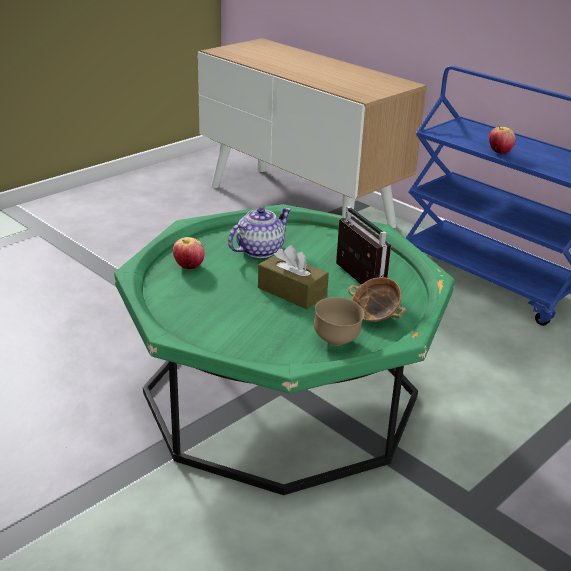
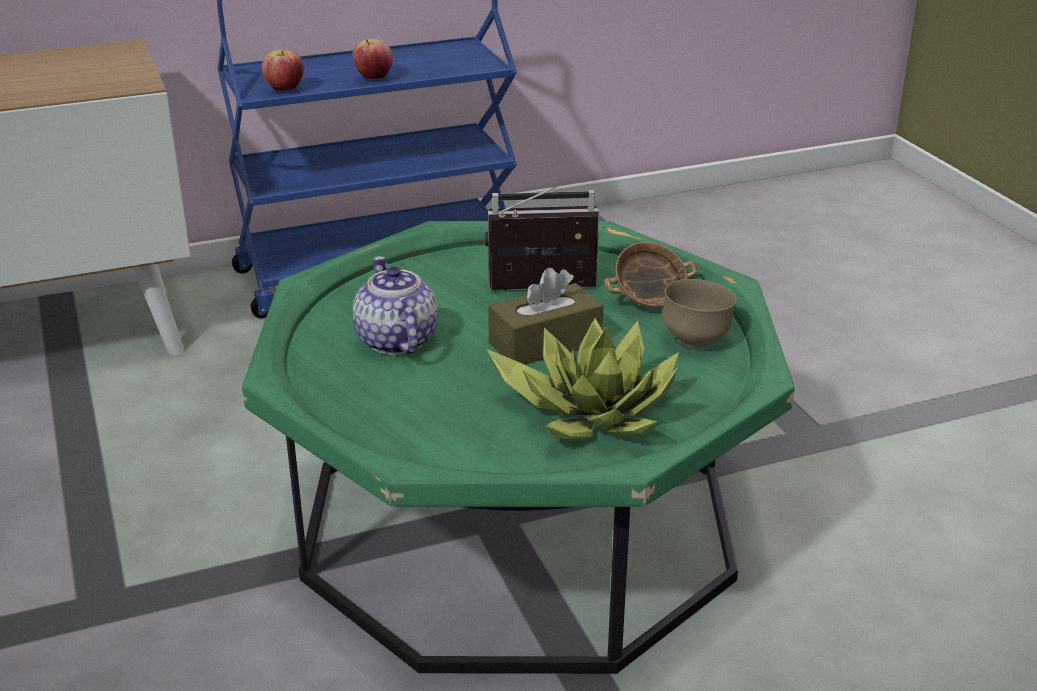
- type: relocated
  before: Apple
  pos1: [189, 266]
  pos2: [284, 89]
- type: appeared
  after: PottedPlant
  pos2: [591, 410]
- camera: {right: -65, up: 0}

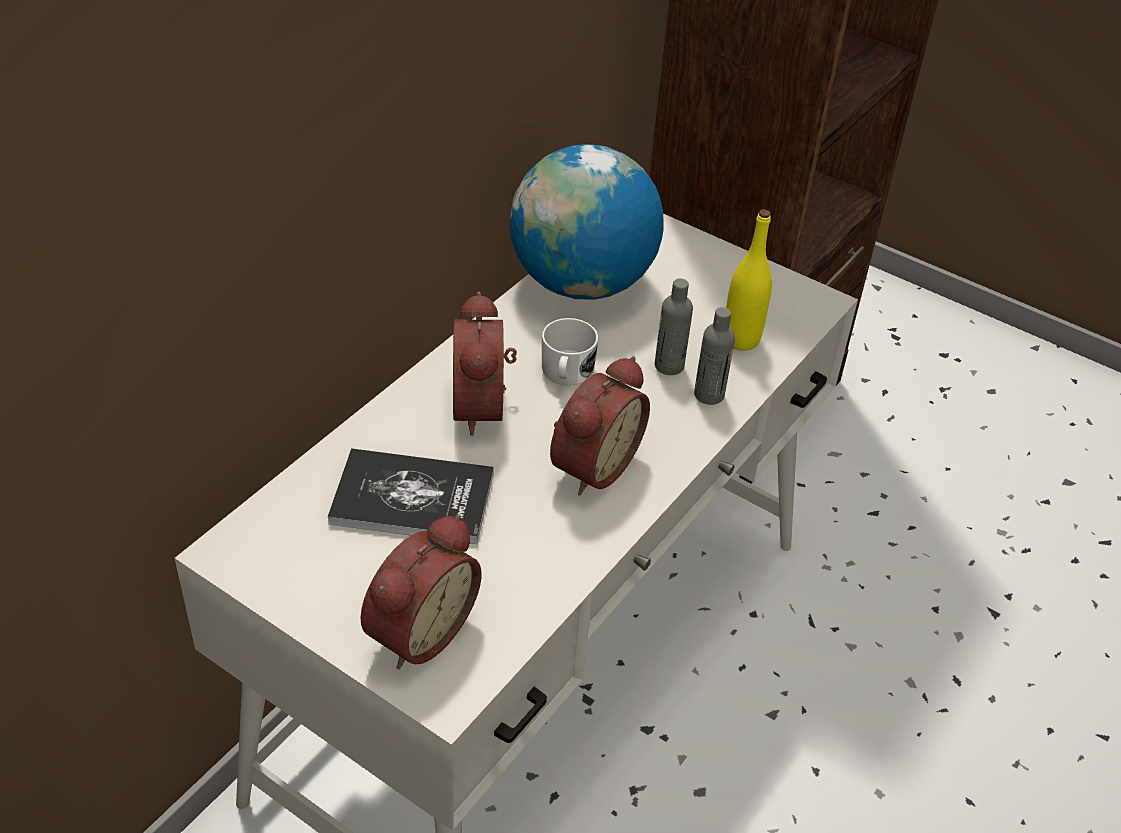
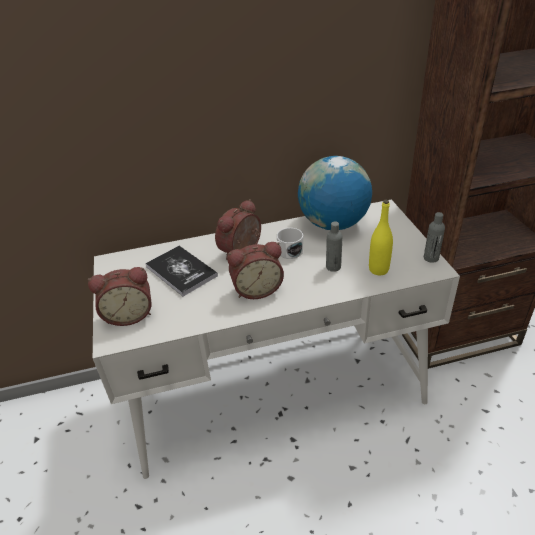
- type: relocated
  before: GreyBottle
  pos1: [709, 395]
  pos2: [431, 258]
- camera: {right: 45, up: -5}

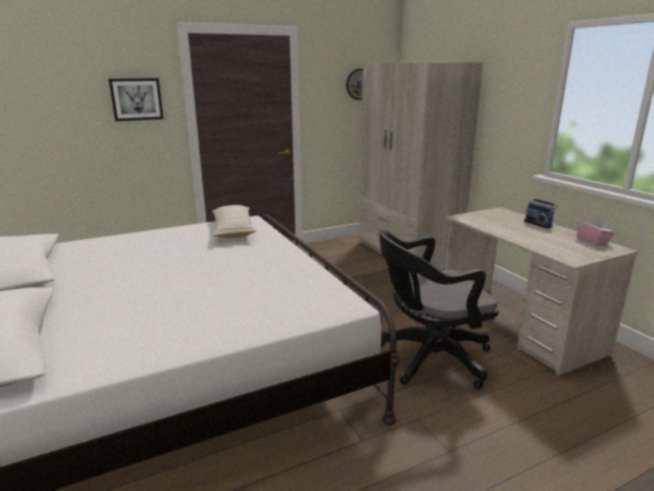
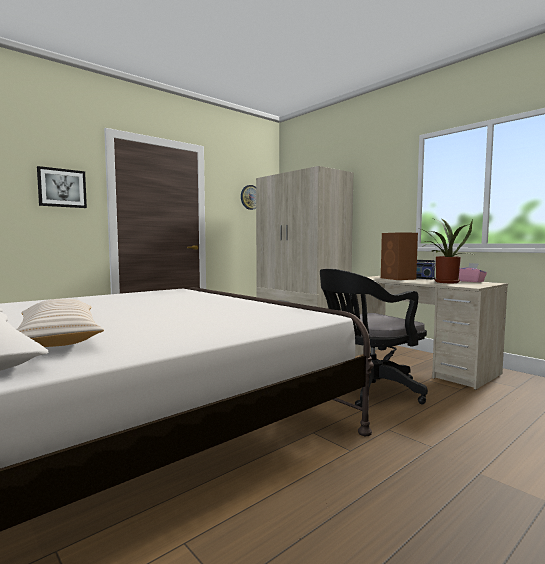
- type: relocated
  before: BeigePillow
  pos1: [233, 229]
  pos2: [58, 338]
- type: appeared
  after: PottedPlant
  pos2: [444, 282]
- type: appeared
  after: BrownSpeaker
  pos2: [398, 278]
- camera: {right: -15, up: -15}

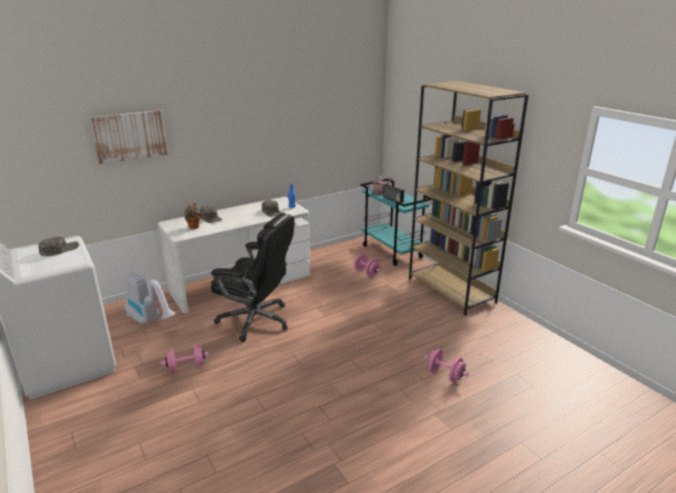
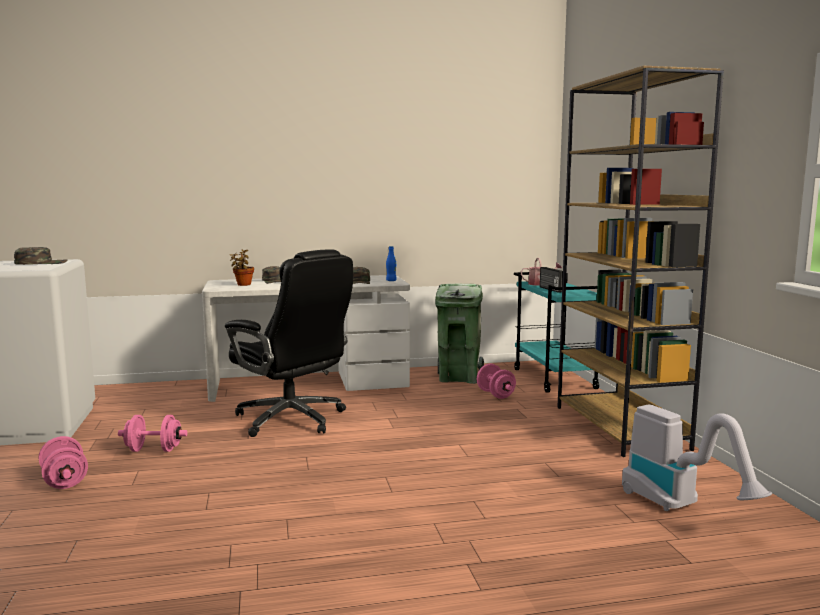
- type: missing
  before: Picture
  pos1: [130, 136]
- type: relocated
  before: VacuumCleaner
  pos1: [151, 320]
  pos2: [680, 507]
- type: relocated
  before: PinkDumbbell
  pos1: [444, 375]
  pos2: [64, 481]
- type: appeared
  after: GreenTrashCan
  pos2: [459, 377]
- camera: {right: 20, up: -15}

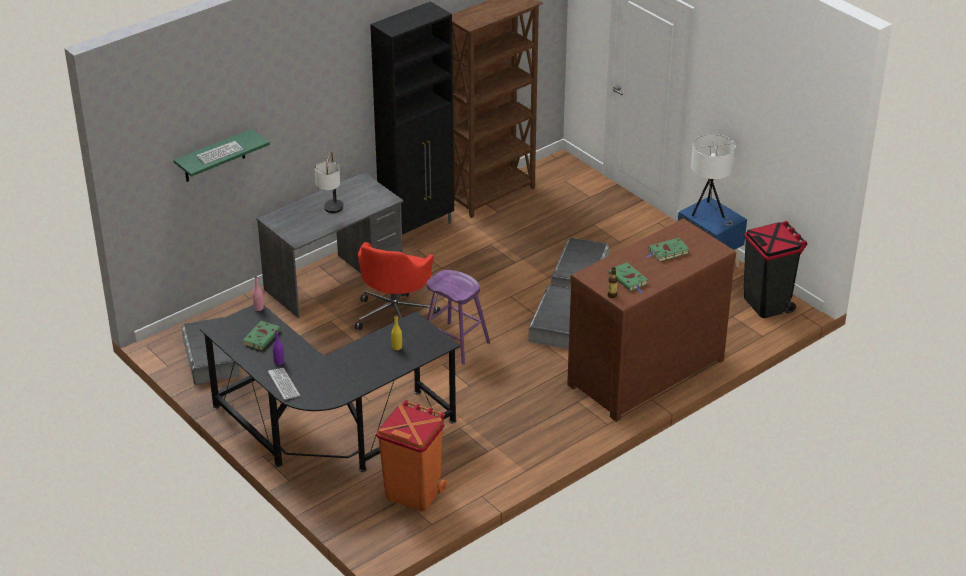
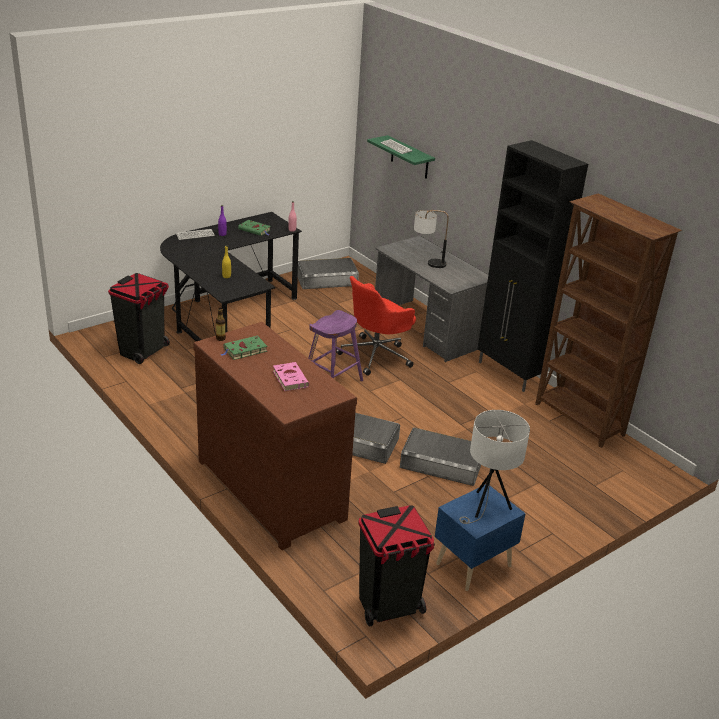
- type: colour
  before: GreenBook
  after: PinkBook
  pos1: [667, 252]
  pos2: [289, 378]
- type: spun
  before: RedOfficeChair
  pos1: [395, 314]
  pos2: [376, 355]
  turn: -60
- type: colour
  before: OrangeTrashCan
  after: BlackTrashCan
  pos1: [413, 493]
  pos2: [143, 351]
- camera: {right: 90, up: -5}

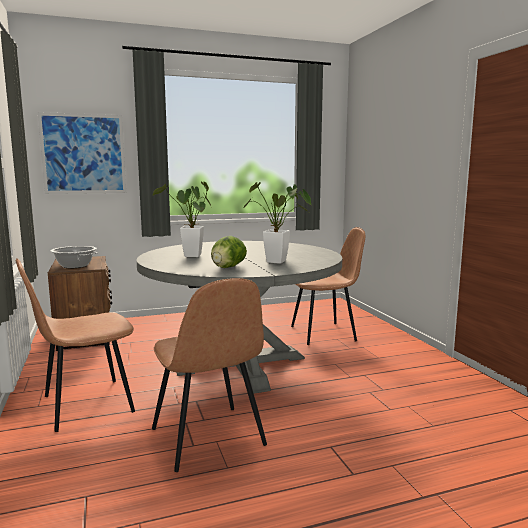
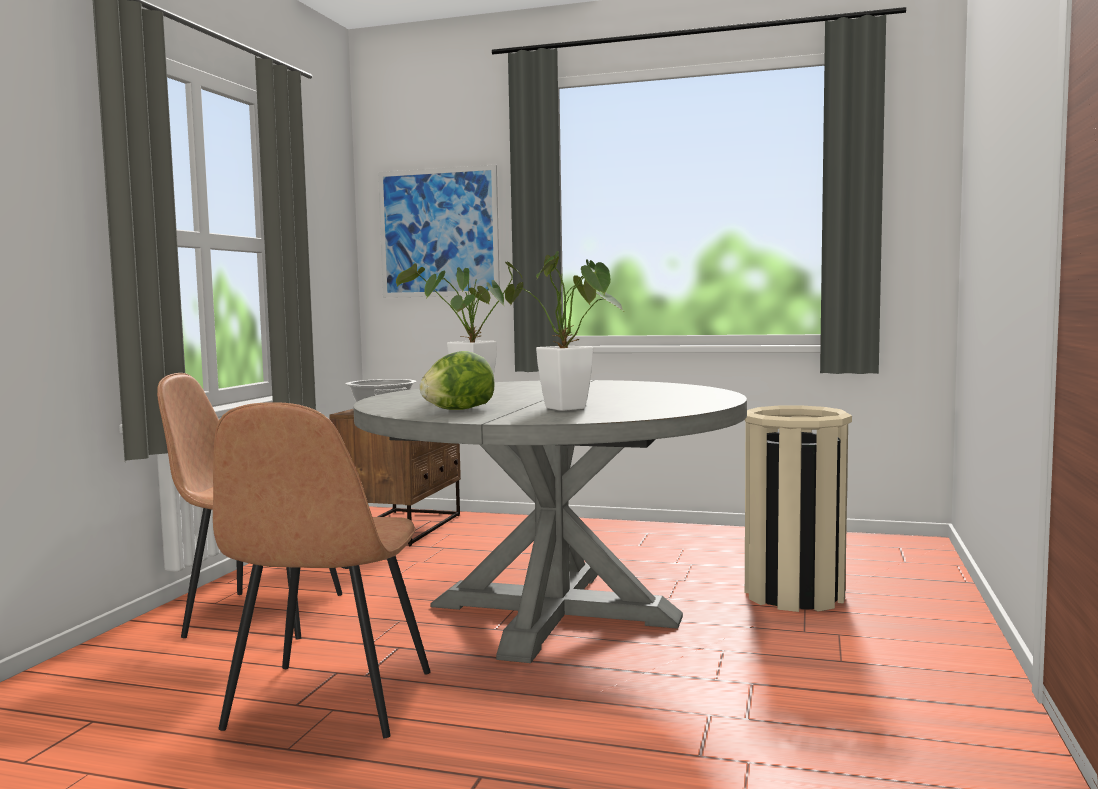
- type: exchanged
  before: BrownChair
  after: BeigeTrashCan
  pos1: [324, 333]
  pos2: [794, 595]
- camera: {right: 35, up: -5}

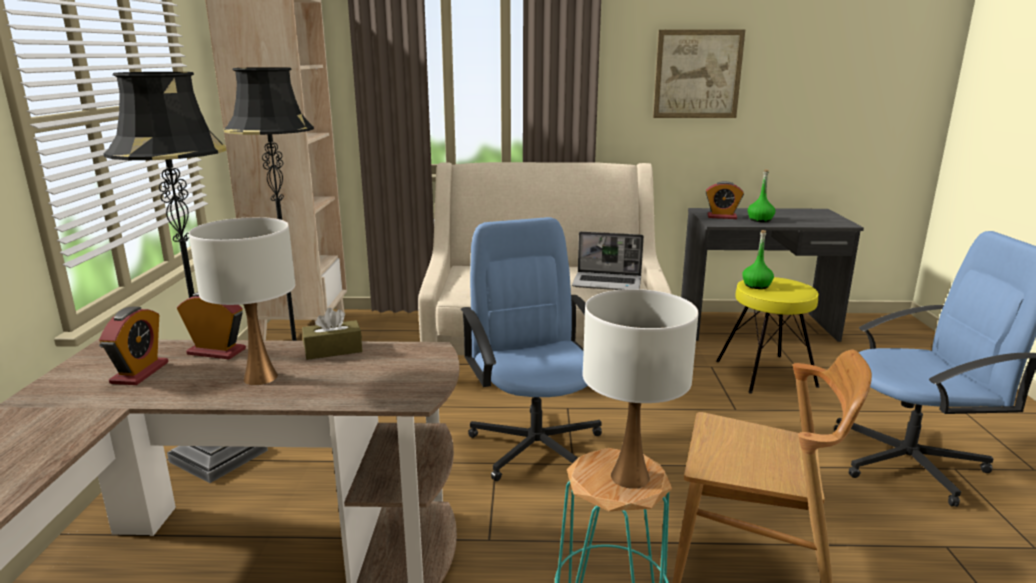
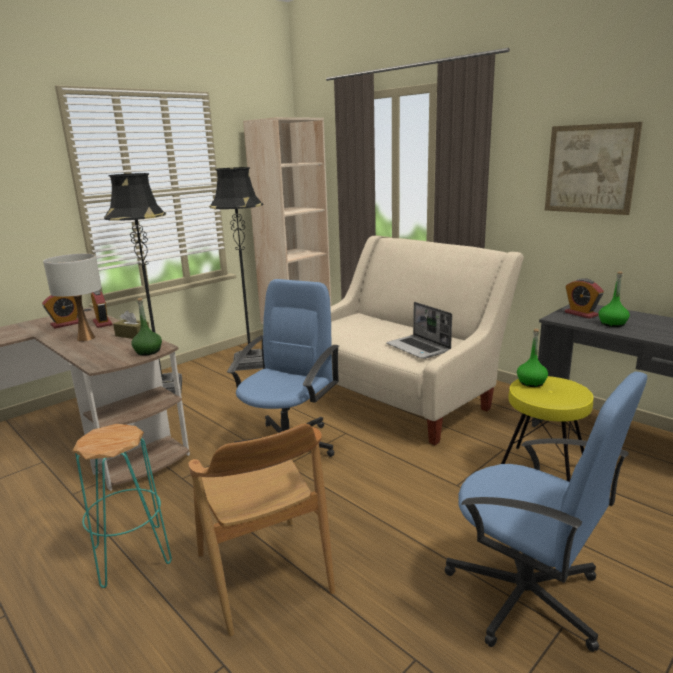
- type: missing
  before: WhiteTableLamp
  pos1: [629, 477]
- type: appeared
  after: GreenBottle
  pos2: [148, 351]
- camera: {right: 45, up: 0}

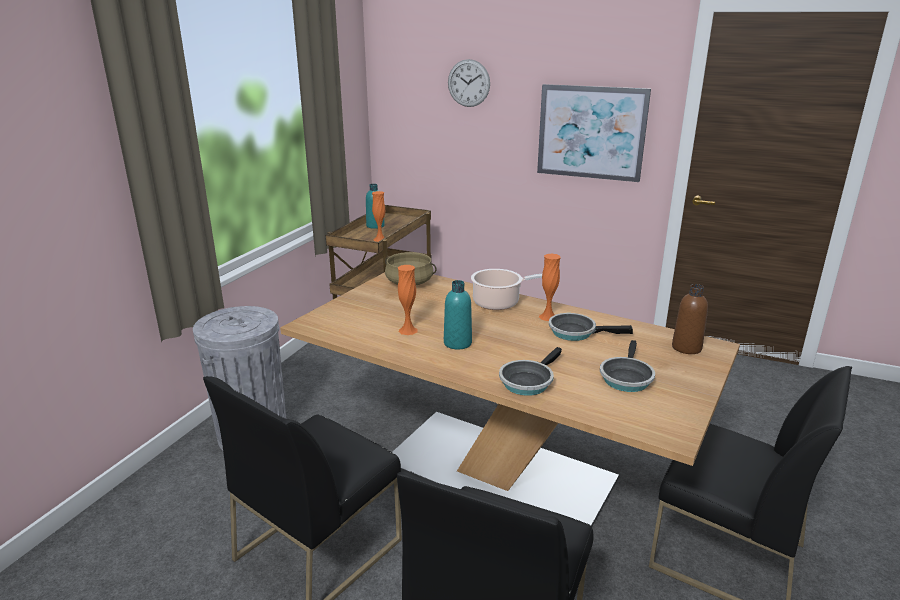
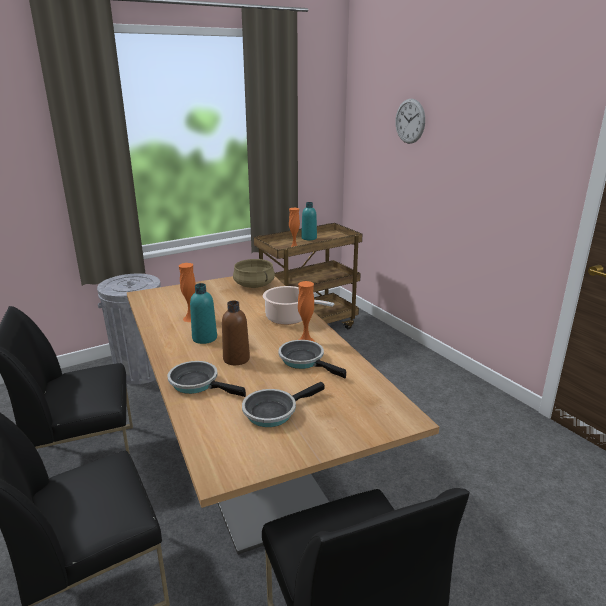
- type: missing
  before: Picture
  pos1: [591, 132]
- type: relocated
  before: BrownBottle
  pos1: [686, 348]
  pos2: [236, 359]
- type: spun
  before: FryingPan
  pos1: [528, 381]
  pos2: [198, 383]
  turn: 45
- camera: {right: 35, up: 0}

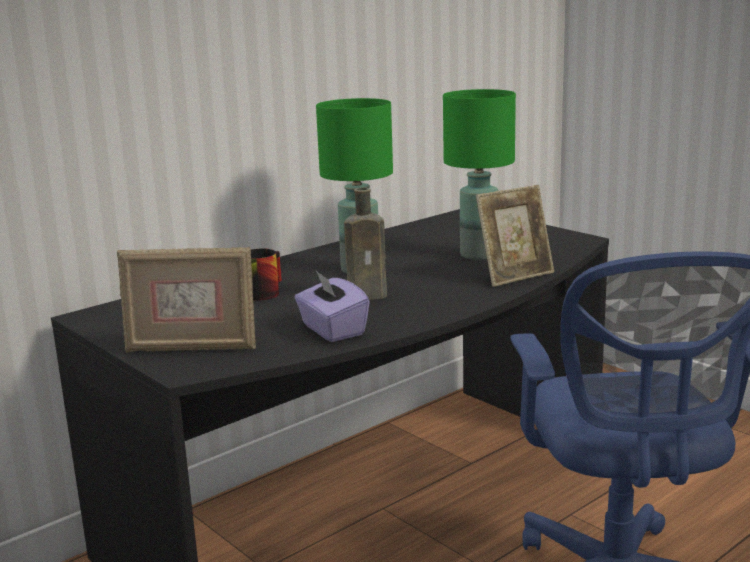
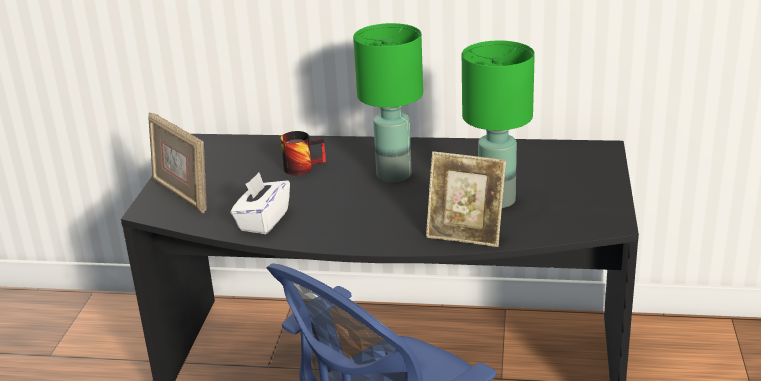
- type: missing
  before: BrownBottle
  pos1: [370, 296]
- type: colour
  before: PurpleTissueBox
  after: WhiteTissueBox
  pos1: [332, 330]
  pos2: [263, 221]
- camera: {right: 50, up: 10}

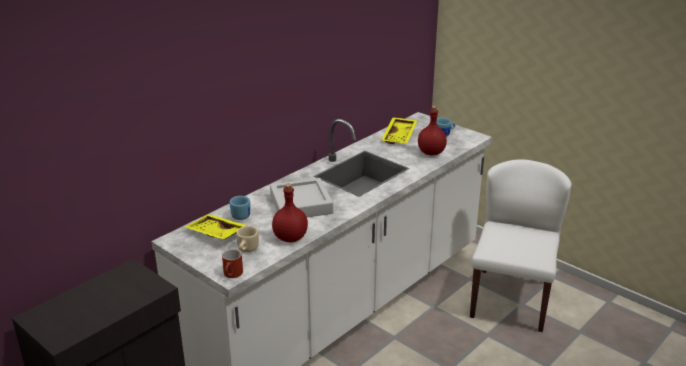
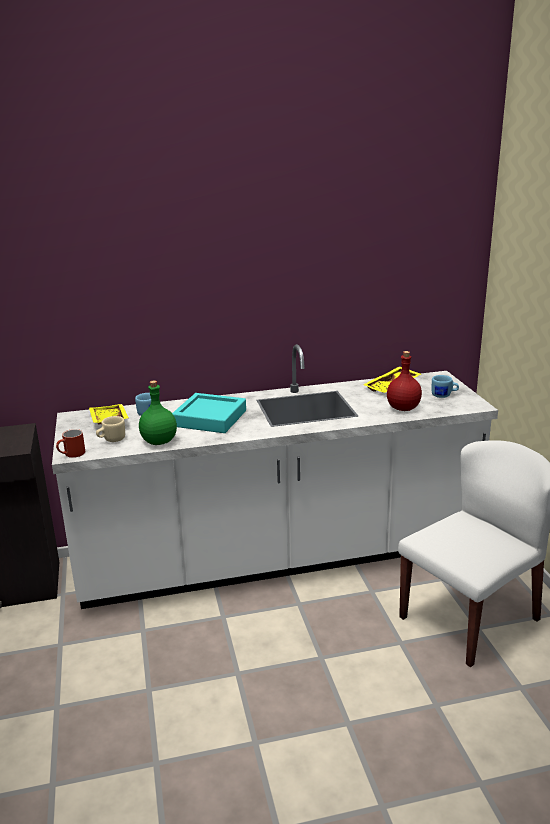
- type: colour
  before: GreyTray
  after: TurquoiseTray
  pos1: [301, 204]
  pos2: [210, 418]
- type: colour
  before: RedBottle
  after: GreenBottle
  pos1: [290, 238]
  pos2: [158, 442]
- camera: {right: 35, up: -5}

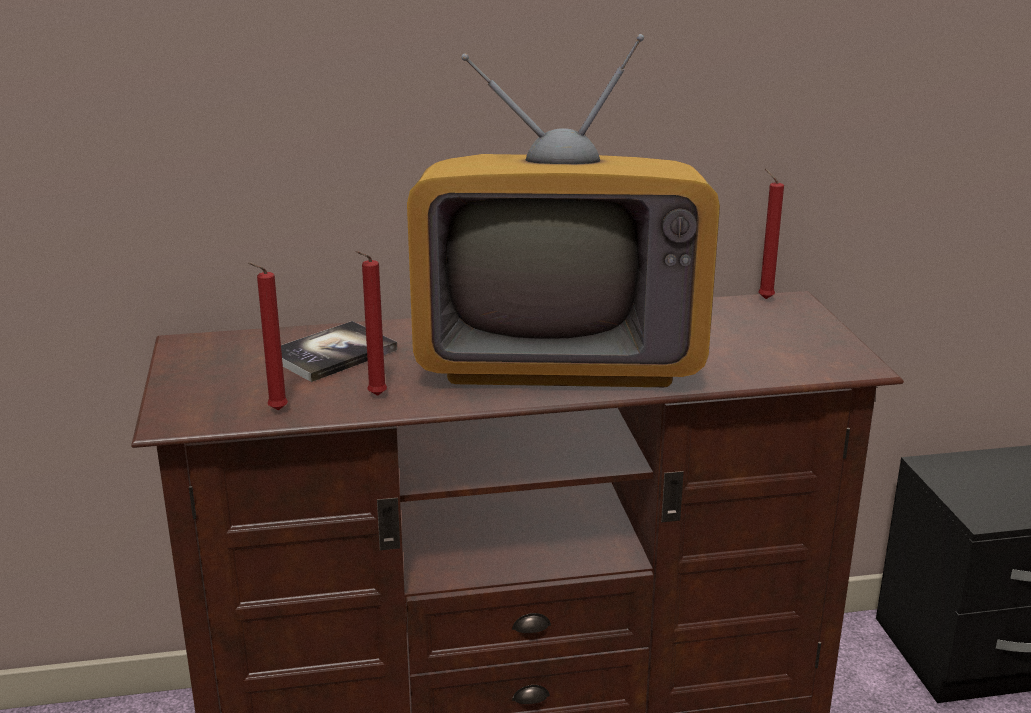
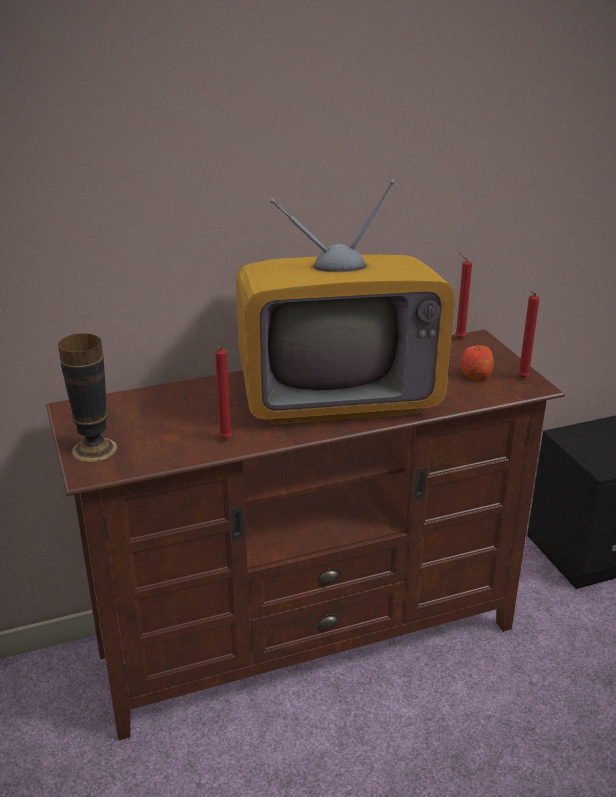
- type: relocated
  before: RedCandle
  pos1: [275, 411]
  pos2: [522, 378]
- type: missing
  before: Book
  pos1: [333, 354]
- type: appeared
  after: Vase
  pos2: [94, 449]
- type: appeared
  after: Apple
  pos2: [475, 375]
- camera: {right: -10, up: 5}

